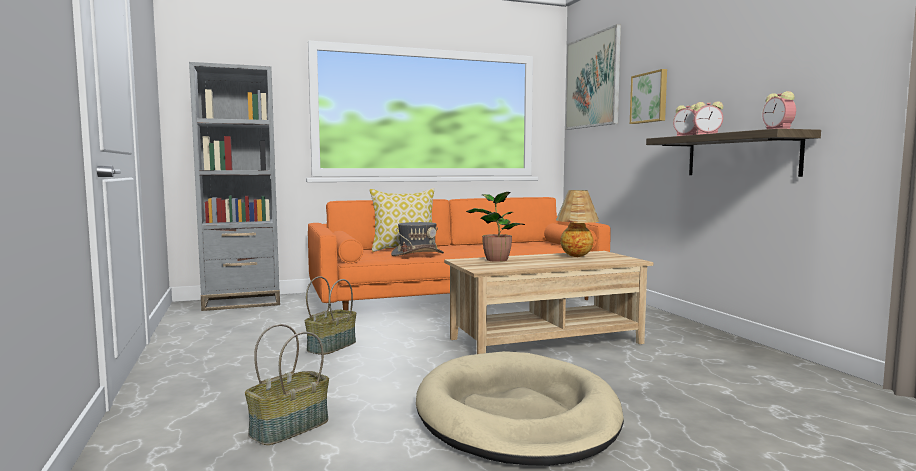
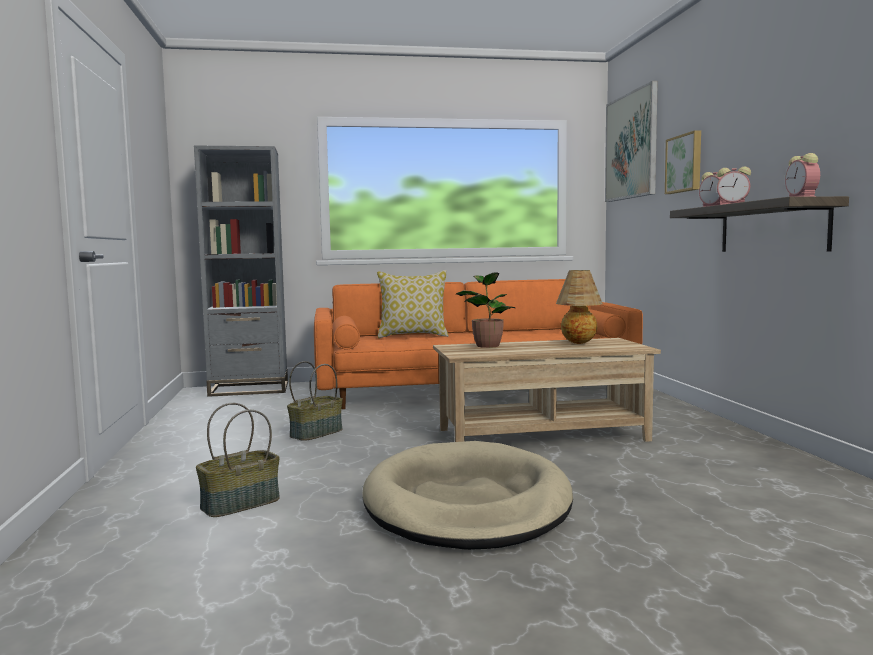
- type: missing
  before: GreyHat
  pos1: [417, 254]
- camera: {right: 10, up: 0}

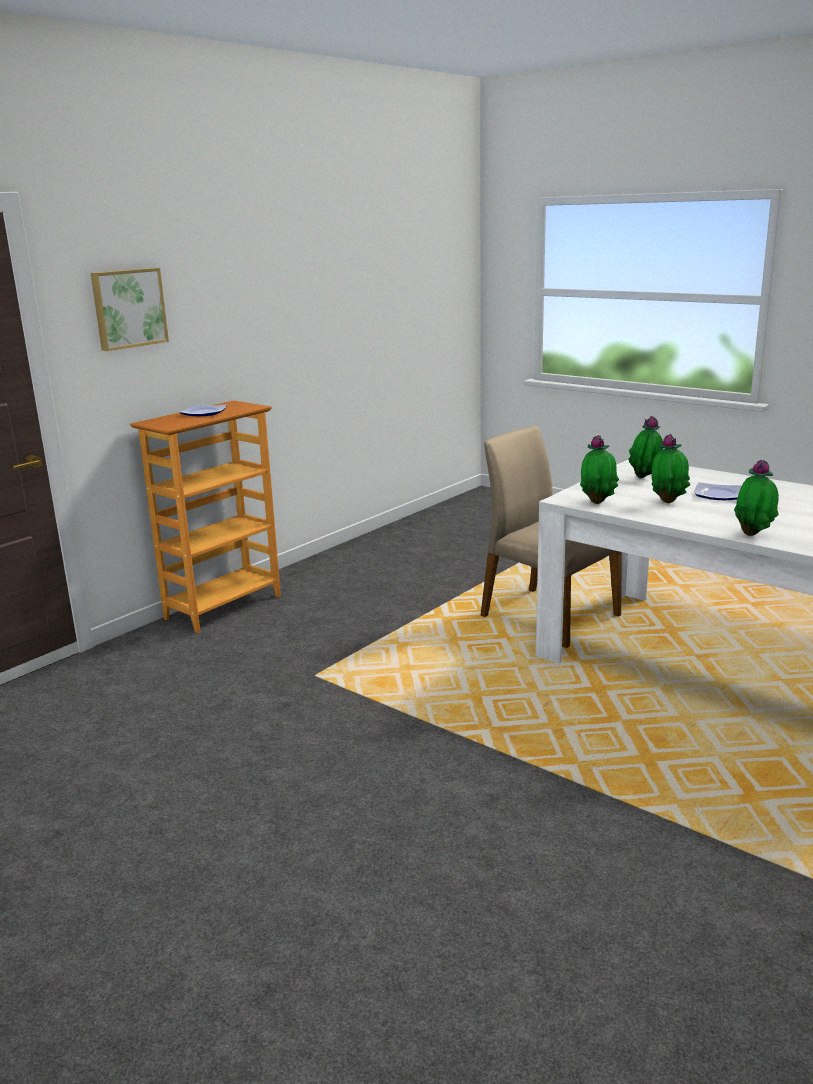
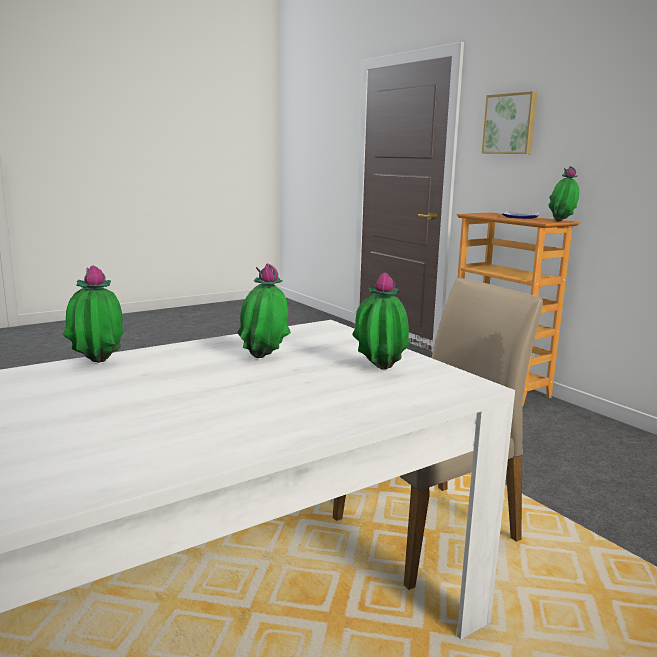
- type: relocated
  before: PottedPlant
  pos1: [597, 502]
  pos2: [561, 221]
- type: missing
  before: Plate
  pos1: [717, 495]
- camera: {right: 105, up: -5}

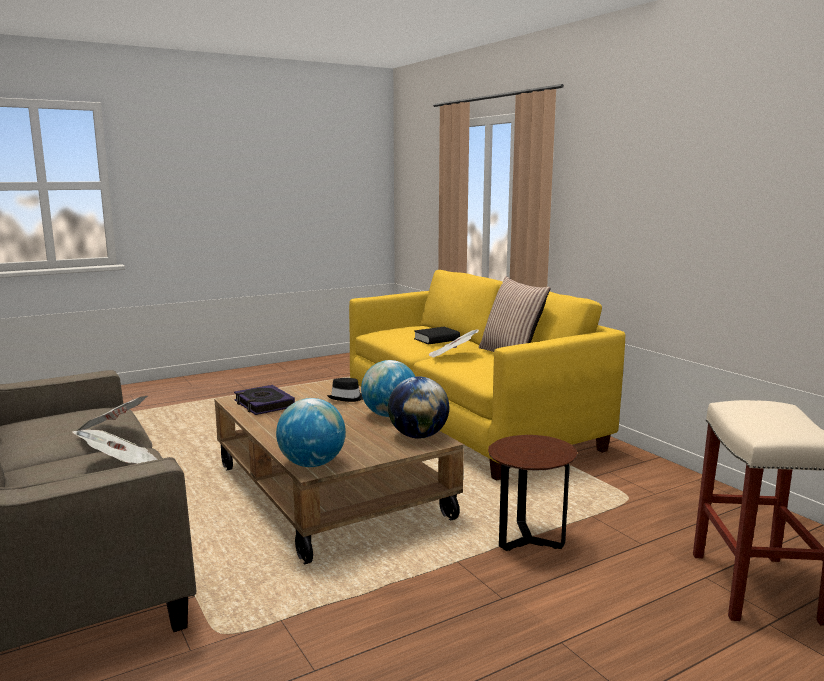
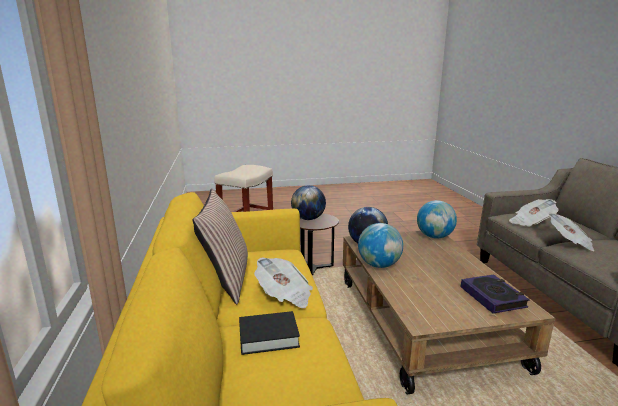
- type: missing
  before: BlackHat
  pos1: [347, 398]
- type: appeared
  after: Globe
  pos2: [308, 219]
- camera: {right: -160, up: 5}

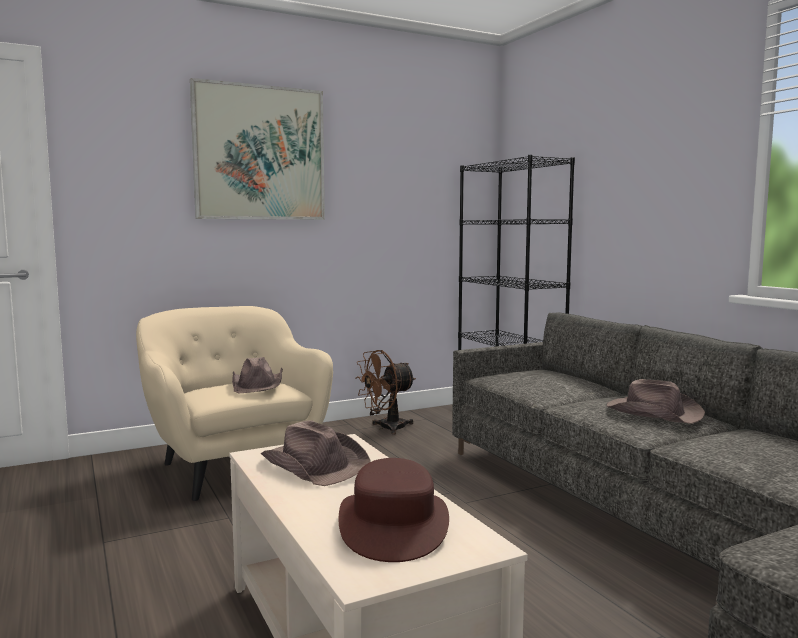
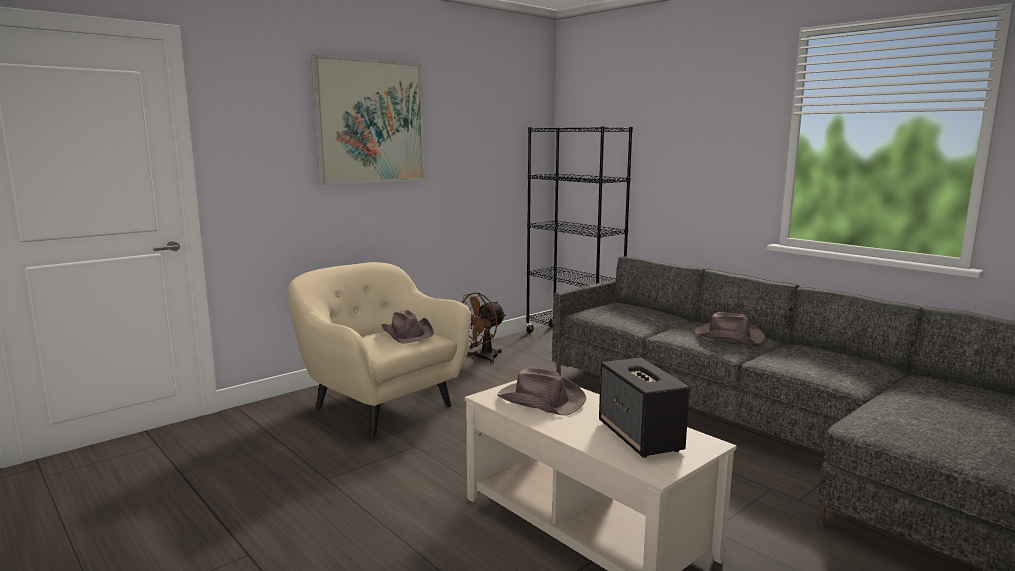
- type: exchanged
  before: BrownHat
  after: Speaker
  pos1: [393, 525]
  pos2: [640, 437]
- camera: {right: -15, up: 5}

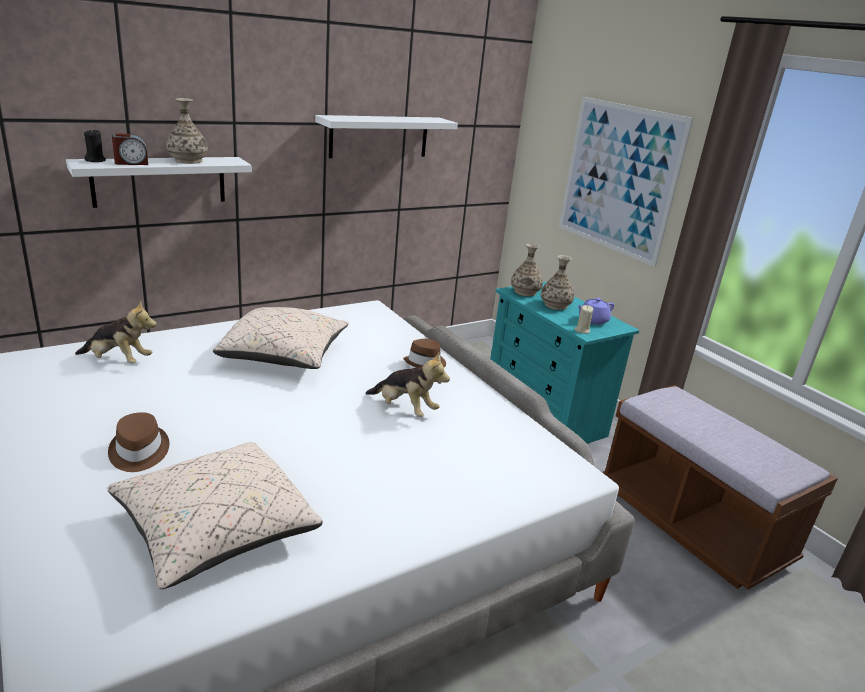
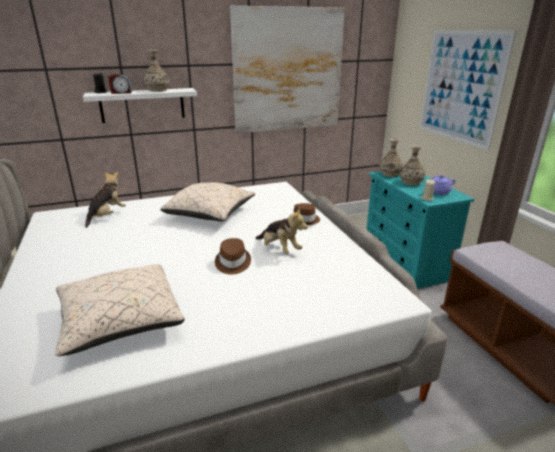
- type: exchanged
  before: WhiteShelf
  after: Picture
  pos1: [379, 136]
  pos2: [288, 71]
- type: spun
  before: PlushToy
  pos1: [118, 361]
  pos2: [107, 216]
  turn: -90
- type: relocated
  before: BrownHat
  pos1: [138, 452]
  pos2: [232, 263]
- camera: {right: 15, up: 0}

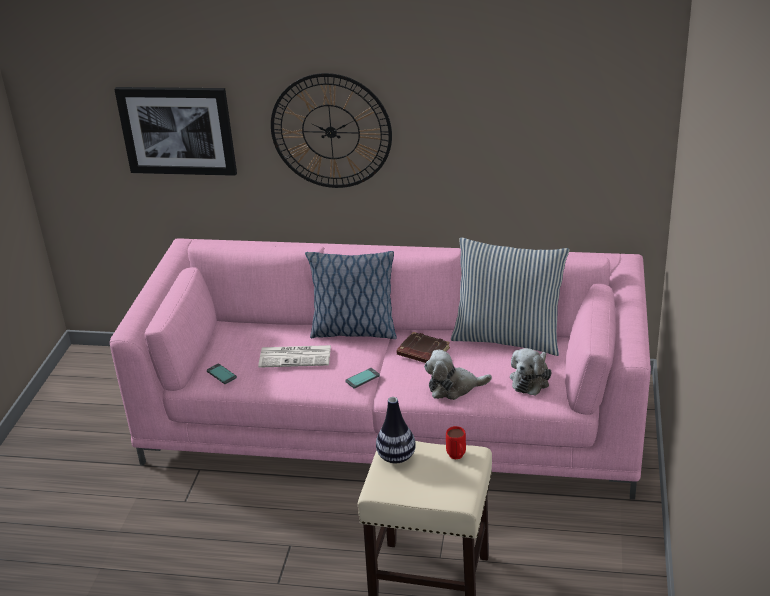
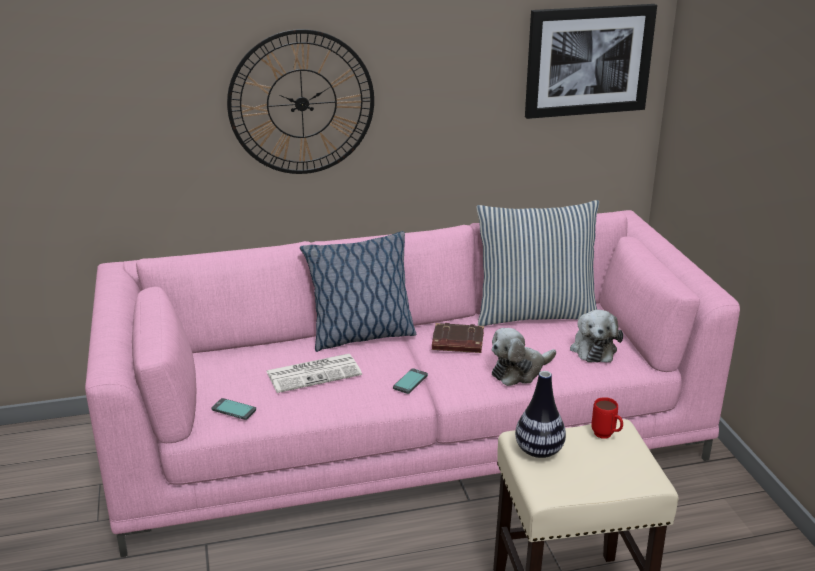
- type: relocated
  before: Picture
  pos1: [177, 130]
  pos2: [588, 60]
- camera: {right: -25, up: -5}

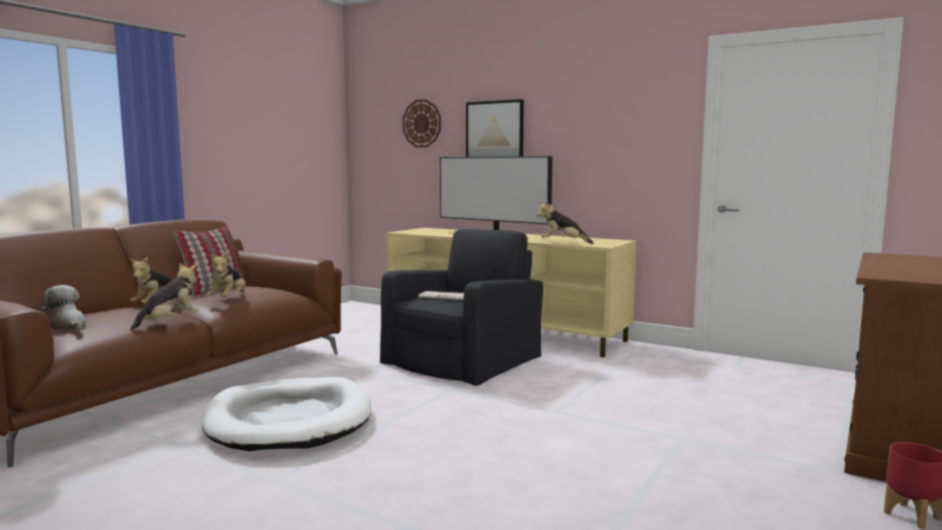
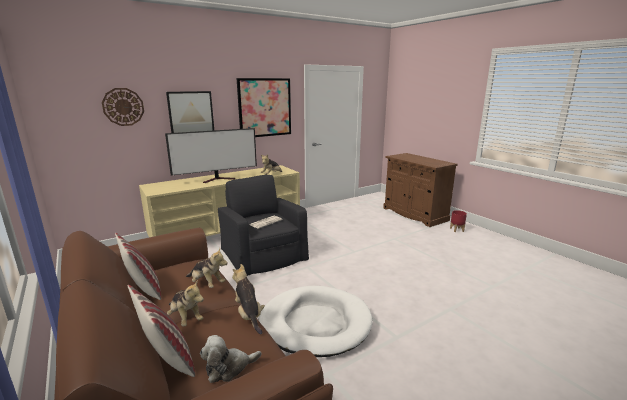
- type: appeared
  after: Picture
  pos2: [265, 107]
- type: appeared
  after: Pillow
  pos2: [167, 358]
- camera: {right: -65, up: 10}

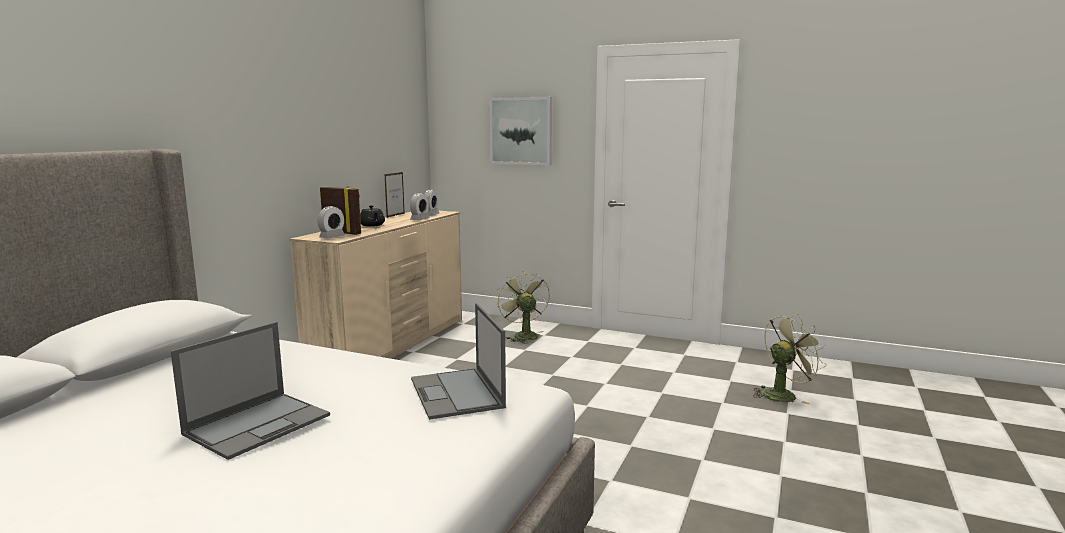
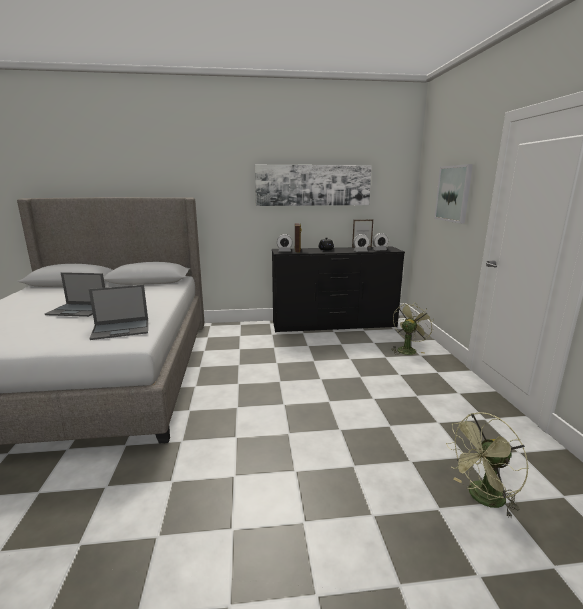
- type: colour
  before: BeigeDresser
  after: BlackDresser
  pos1: [393, 345]
  pos2: [334, 325]
- type: spun
  before: Laptop
  pos1: [457, 394]
  pos2: [121, 329]
  turn: -150
- type: spun
  before: GreenFan
  pos1: [783, 394]
  pos2: [482, 498]
  turn: 120
- type: appeared
  after: Picture
  pos2: [313, 185]
- camera: {right: 60, up: 5}

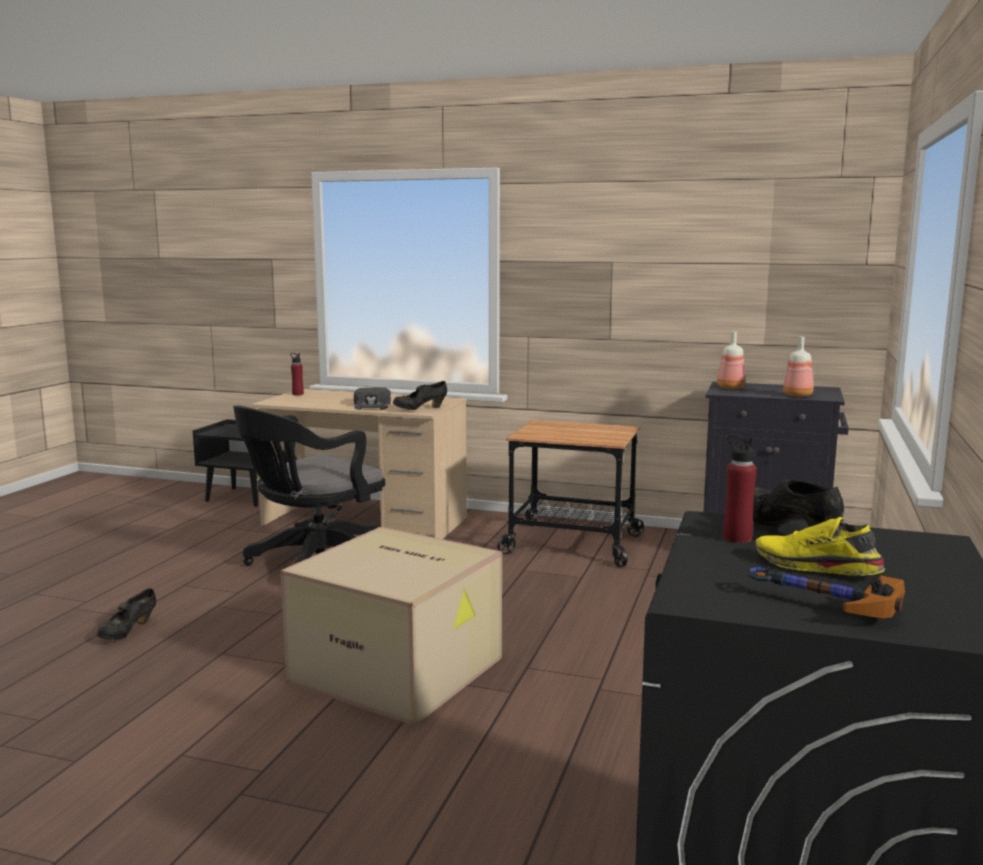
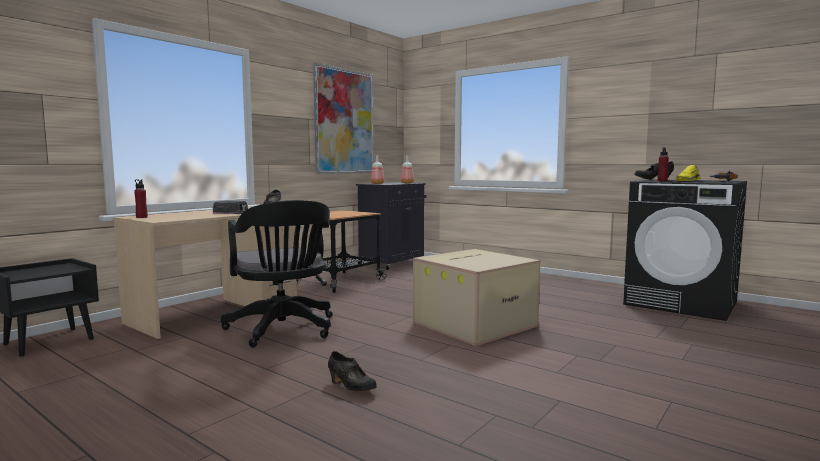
- type: appeared
  after: Picture
  pos2: [344, 121]
- camera: {right: -70, up: -5}

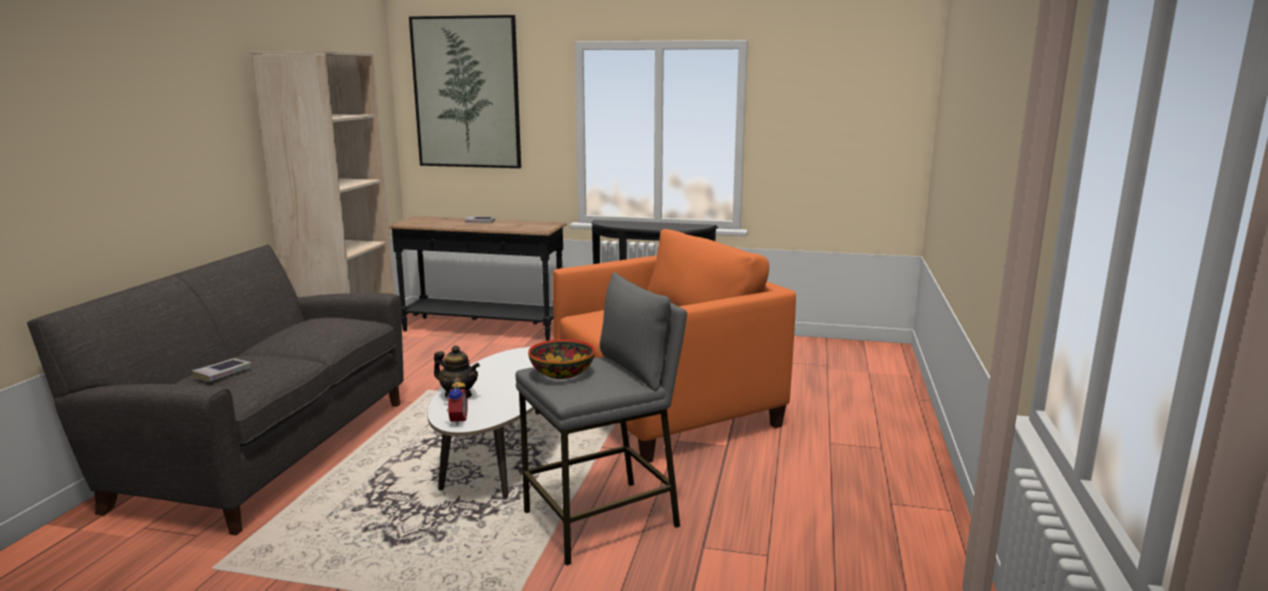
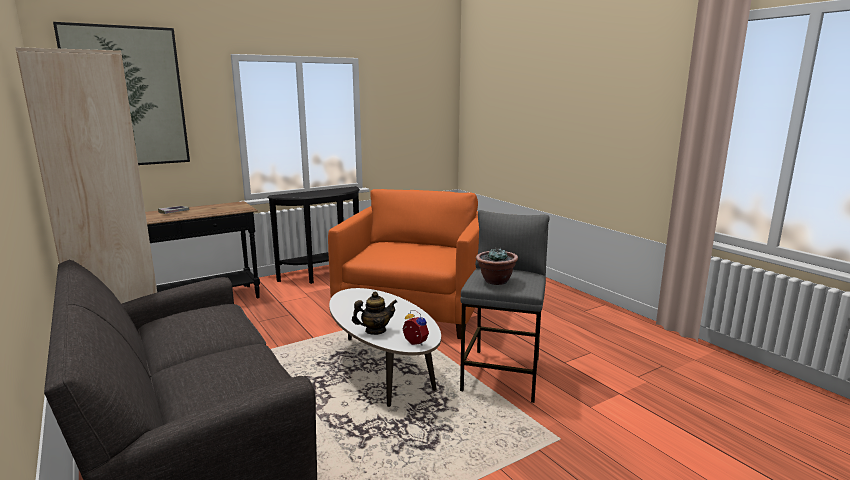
- type: exchanged
  before: Bowl
  after: PottedPlant
  pos1: [561, 373]
  pos2: [495, 281]
- type: missing
  before: Book
  pos1: [223, 373]
- camera: {right: -45, up: 0}

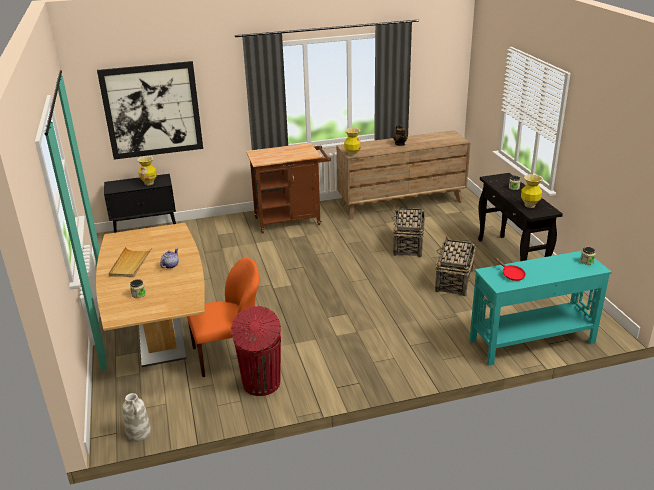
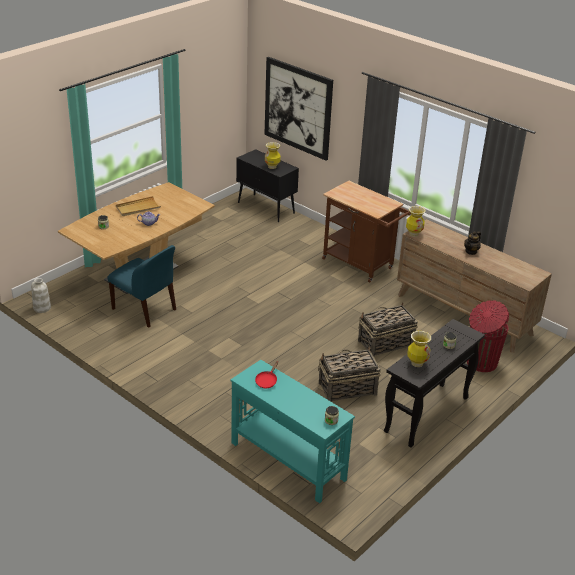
- type: colour
  before: OrangeChair
  after: BlueChair
  pos1: [229, 354]
  pos2: [145, 310]
- type: relocated
  before: RedTrashCan
  pos1: [261, 384]
  pos2: [480, 362]
- camera: {right: 55, up: 5}

